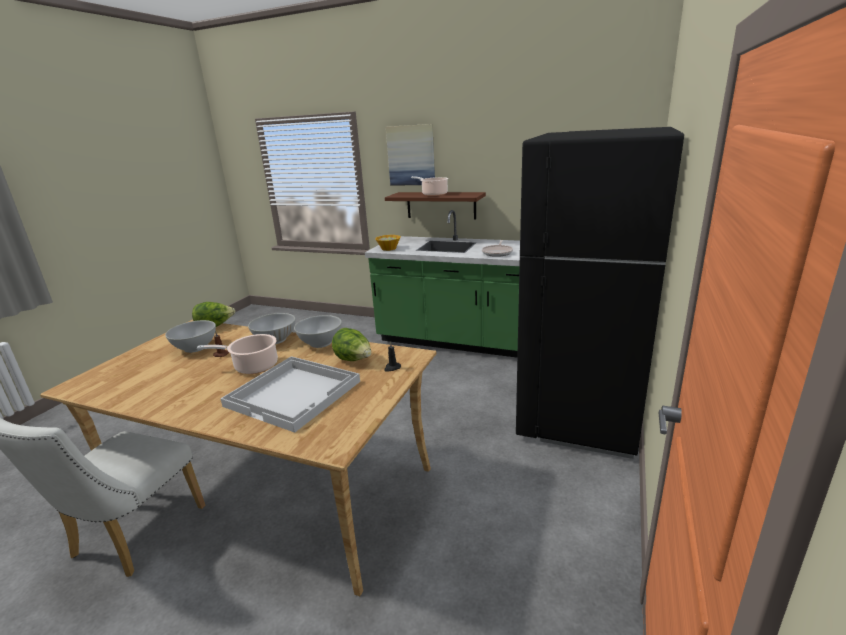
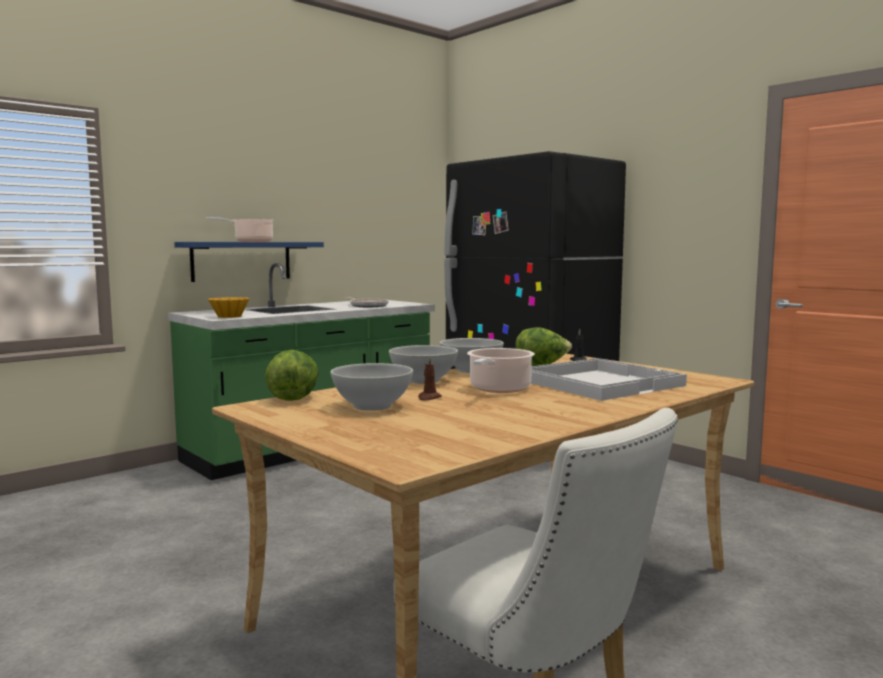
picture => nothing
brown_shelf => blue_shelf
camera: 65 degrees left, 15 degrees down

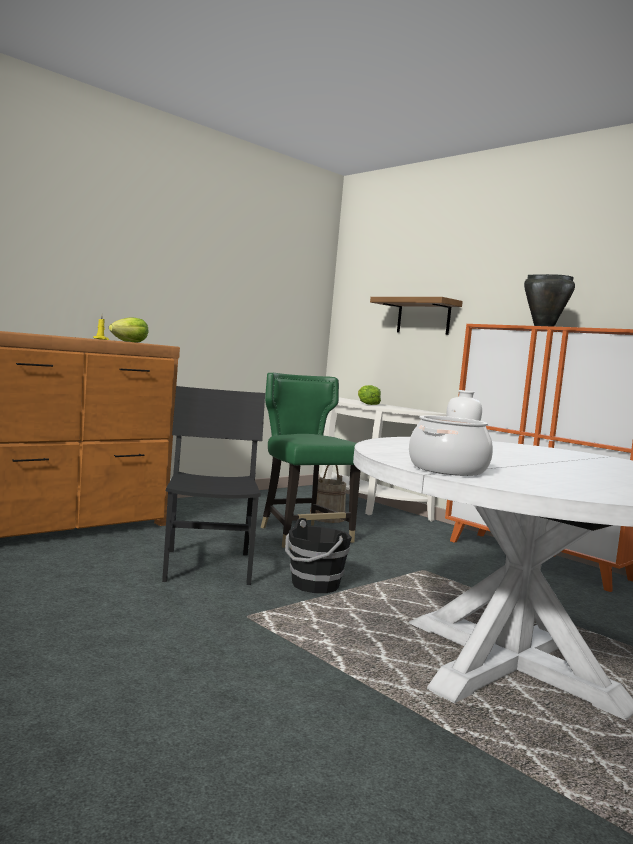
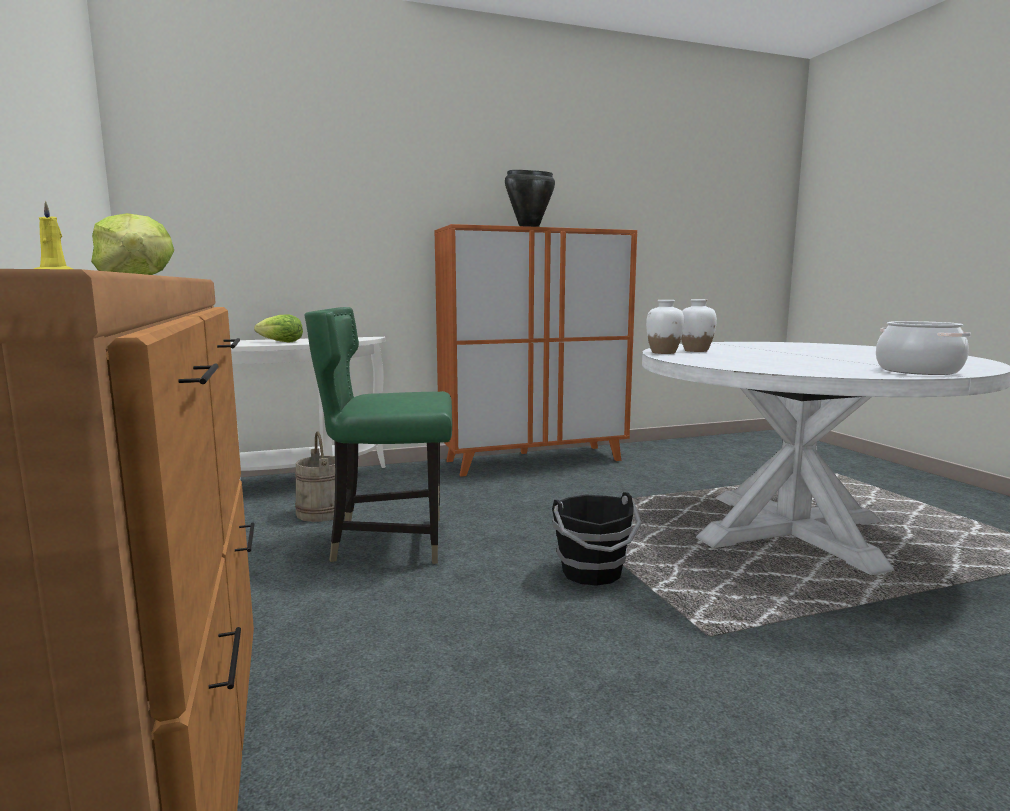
black_chair => nothing
shelf => nothing
nothing => white_vase (no. 2 from left)
camera: 65 degrees left, 5 degrees up

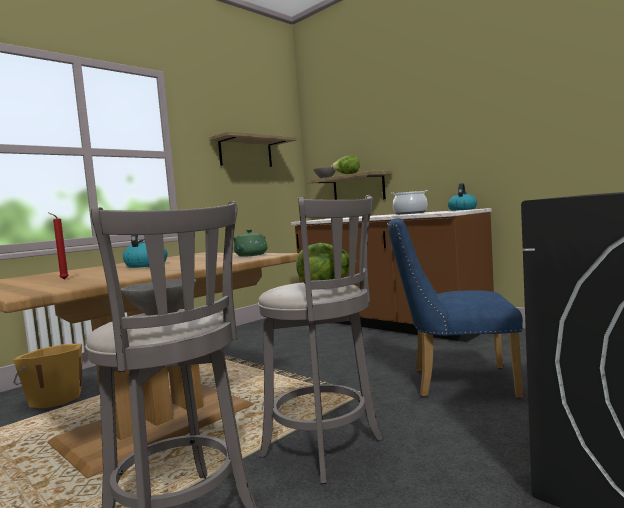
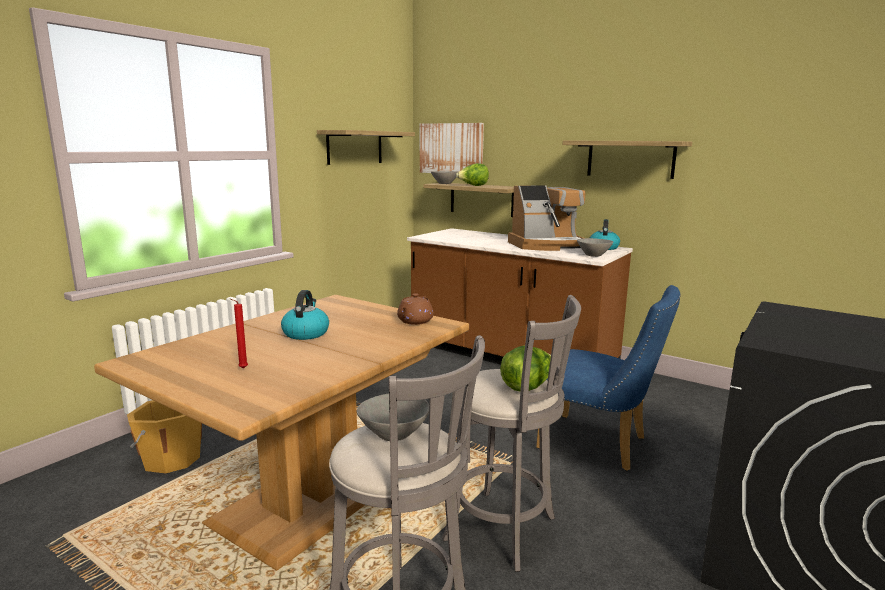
nothing => picture
nothing => shelf (no. 3 from left)
nothing => grey_bowl (no. 3 from left)
cooking_pot => coffee_machine
green_teapot => brown_teapot
blue_chair, 150 degrees counterclockwise
camera: 10 degrees left, 10 degrees up

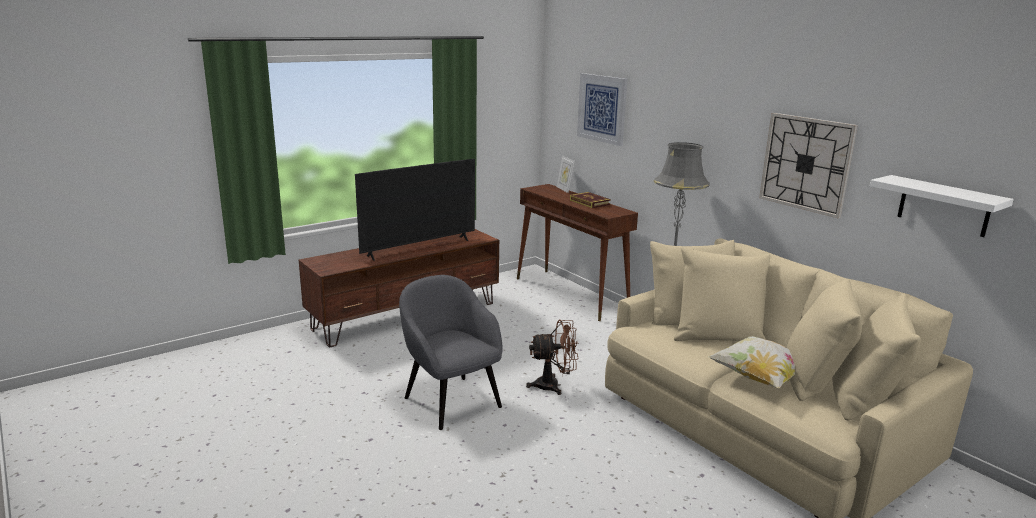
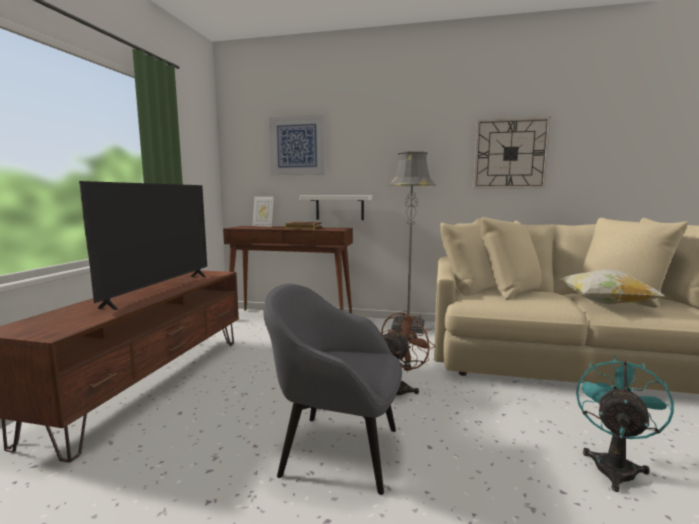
nothing => turquoise_fan
white_shelf, relocated
camera: 40 degrees left, 10 degrees down

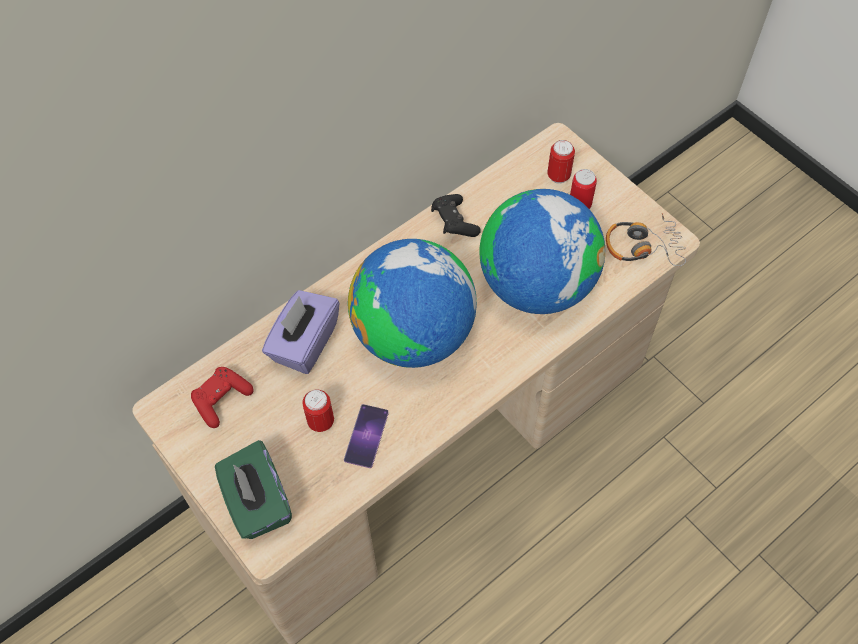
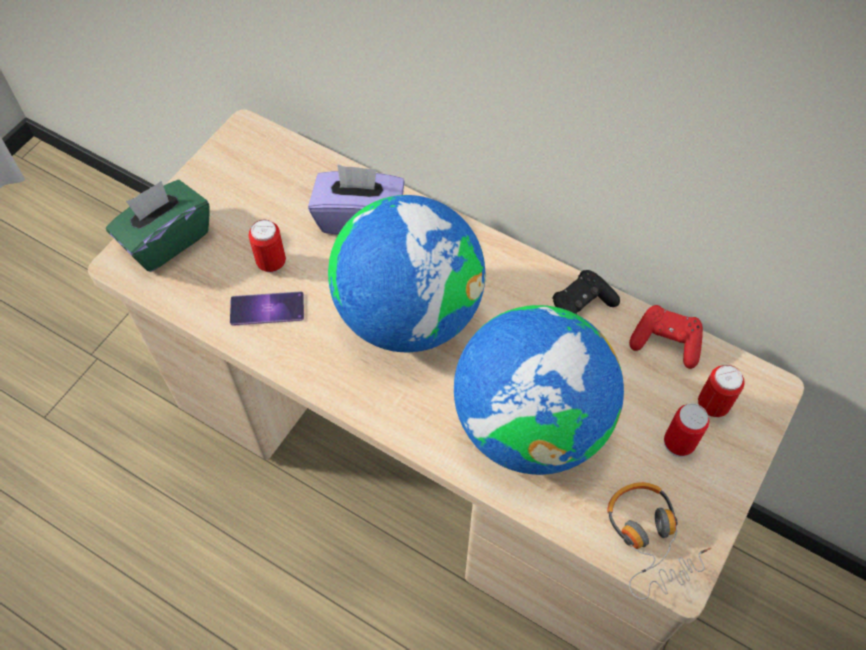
red_game_controller, relocated
camera: 70 degrees right, 0 degrees up

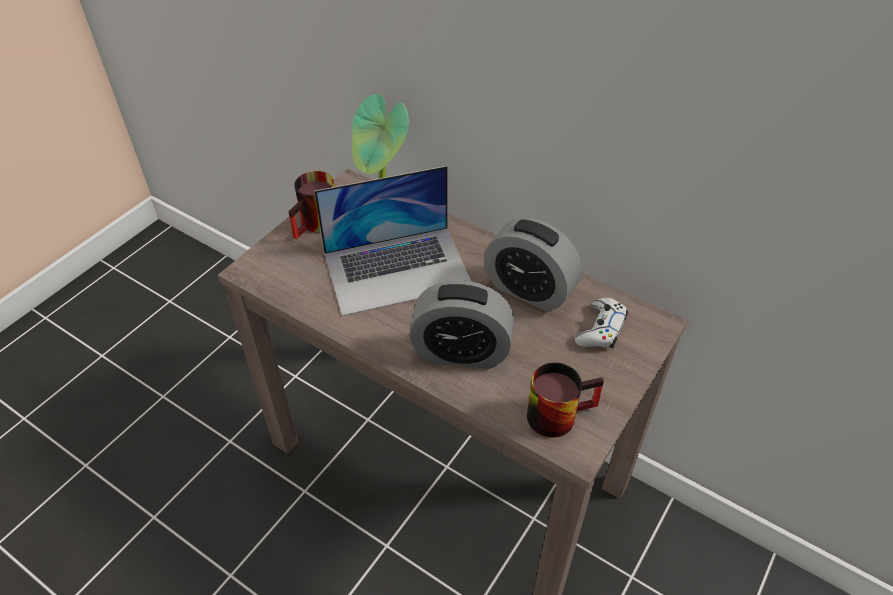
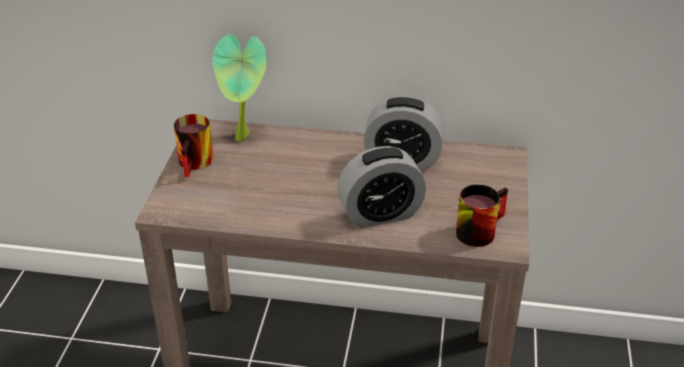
laptop => nothing
white_game_controller => nothing
camera: 25 degrees left, 10 degrees down

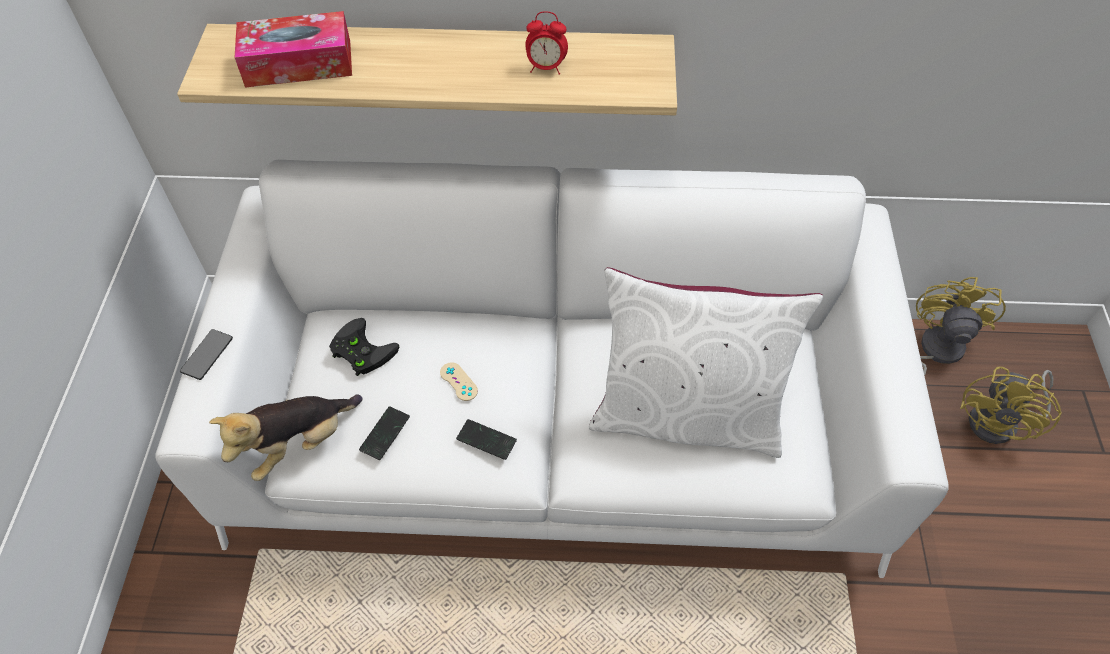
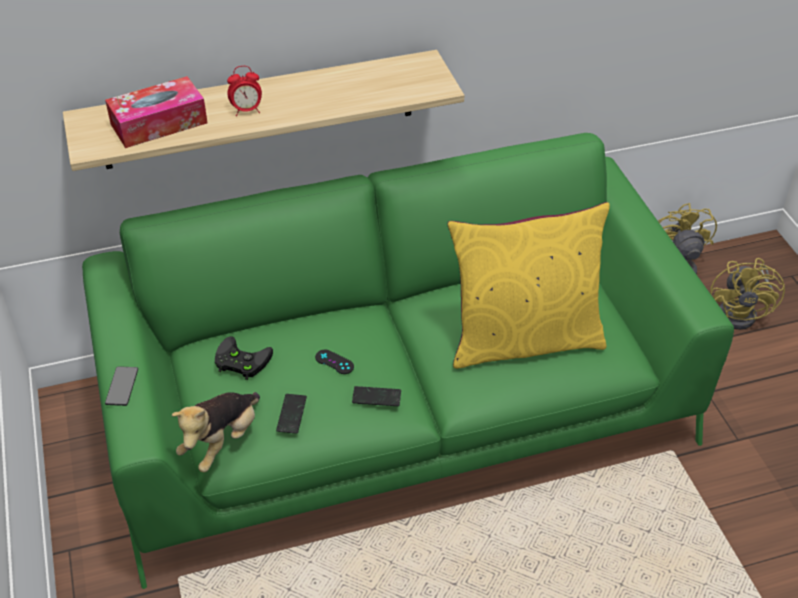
alarm_clock, relocated
white_sofa => green_sofa
beige_game_controller => black_game_controller (no. 2 from left)
white_pillow => yellow_pillow
camera: 20 degrees left, 10 degrees down

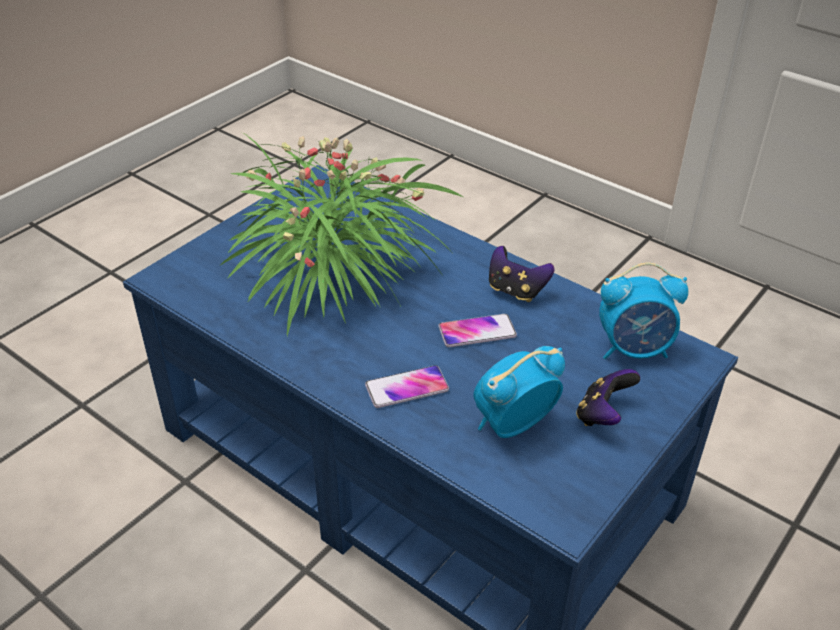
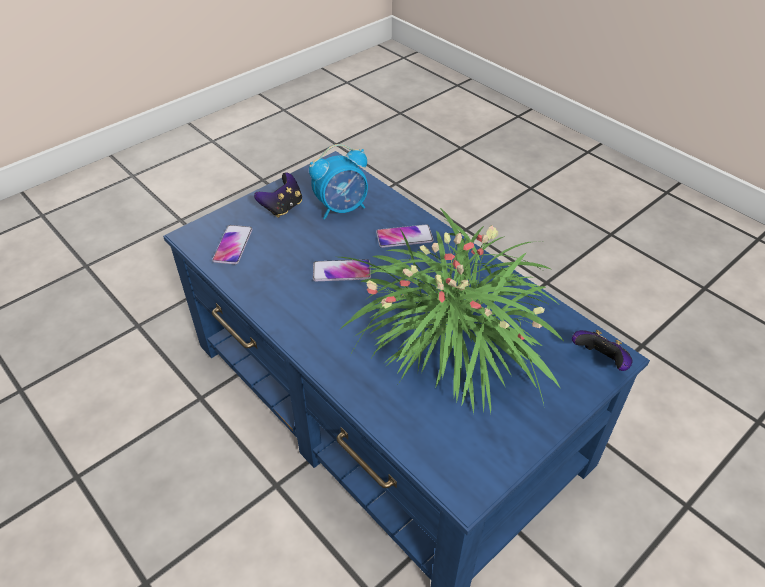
game_controller (no. 1 from left in the first image) => game_controller (no. 2 from left), relocated
alarm_clock (no. 2 from left) => phone (no. 1 from left)
camera: 170 degrees left, 5 degrees up

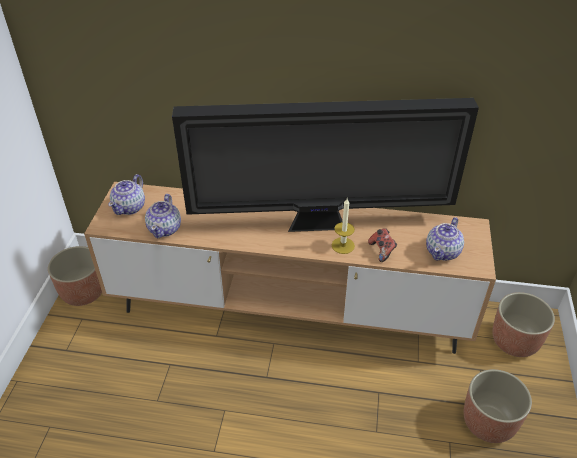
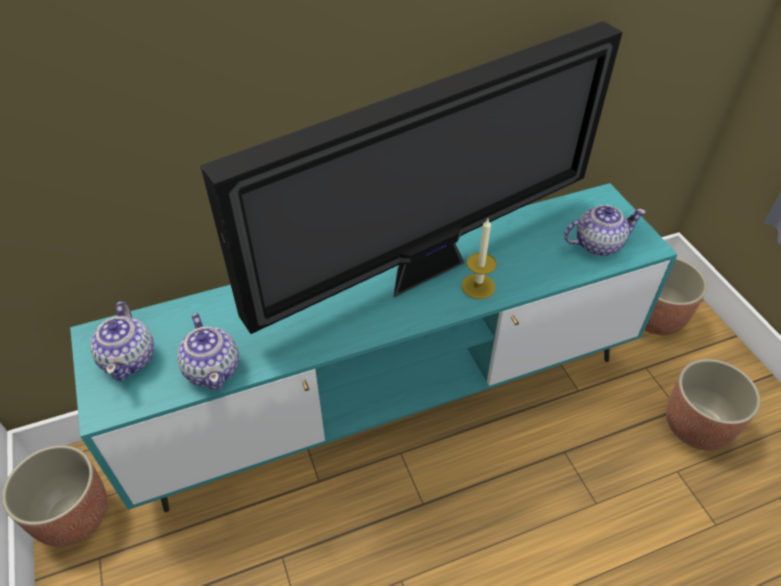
game_controller => nothing
brown_tv_stand => turquoise_tv_stand
teapot (no. 3 from left), 105 degrees counterclockwise
camera: 30 degrees left, 5 degrees up

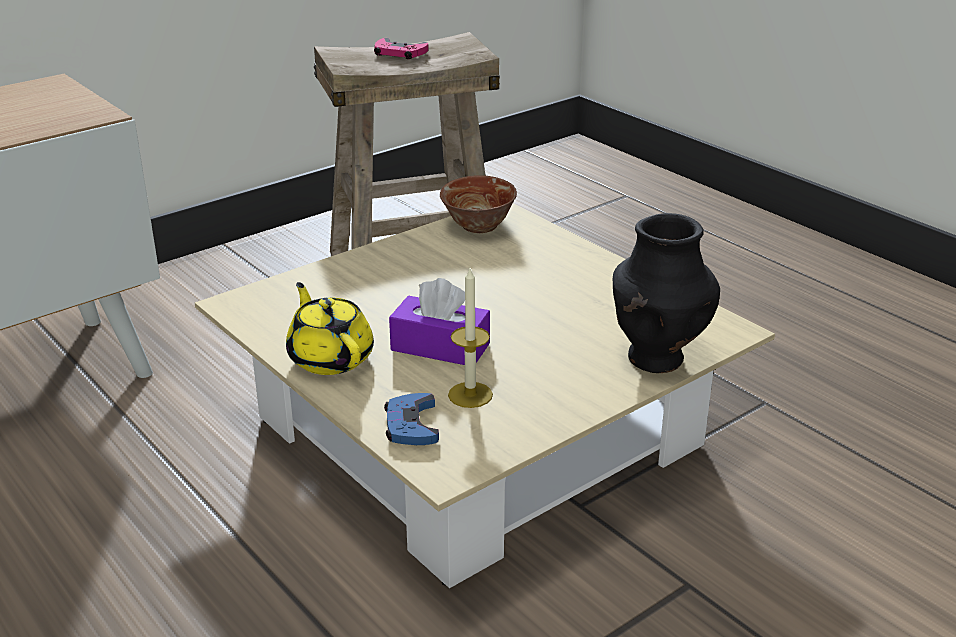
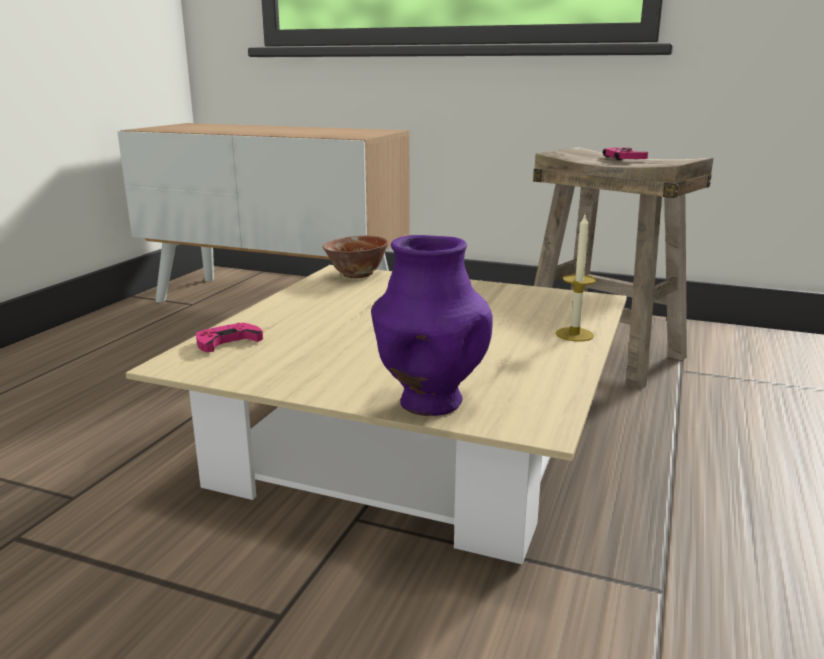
yellow_teapot => nothing
purple_tissue_box => nothing
bowl, relocated
candle, relocated
blue_game_controller => pink_game_controller (no. 1 from left)
black_vase => purple_vase
camera: 60 degrees right, 10 degrees down

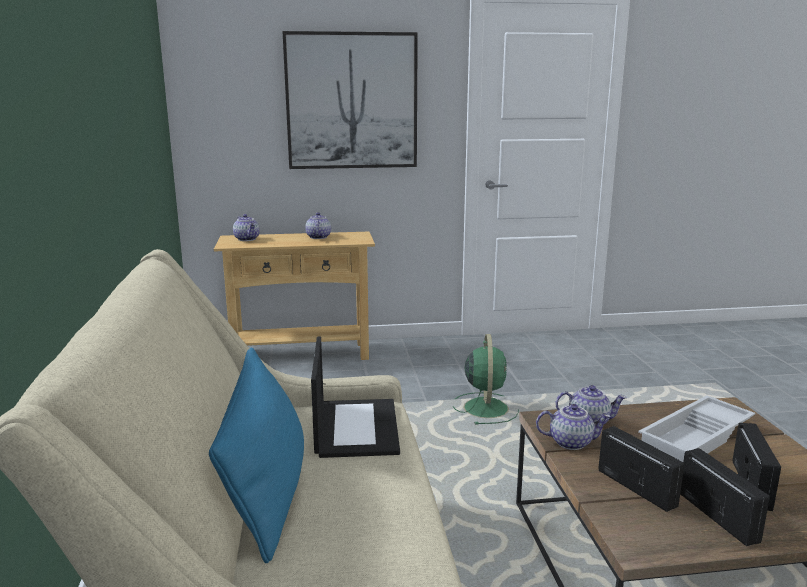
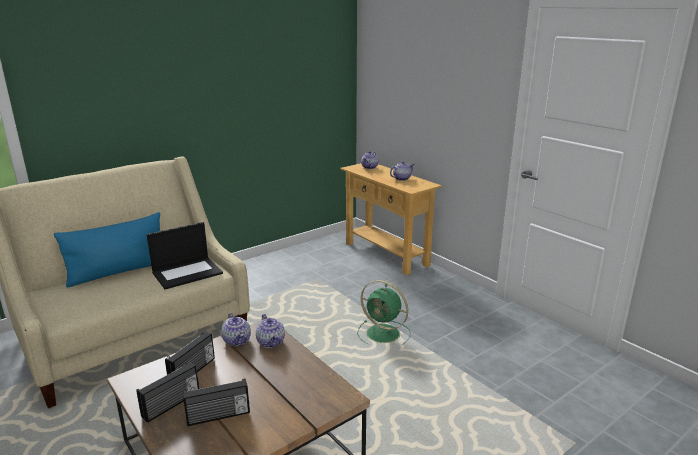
picture => nothing
white_tray => nothing
green_fan, 60 degrees clockwise
camera: 60 degrees right, 5 degrees up

